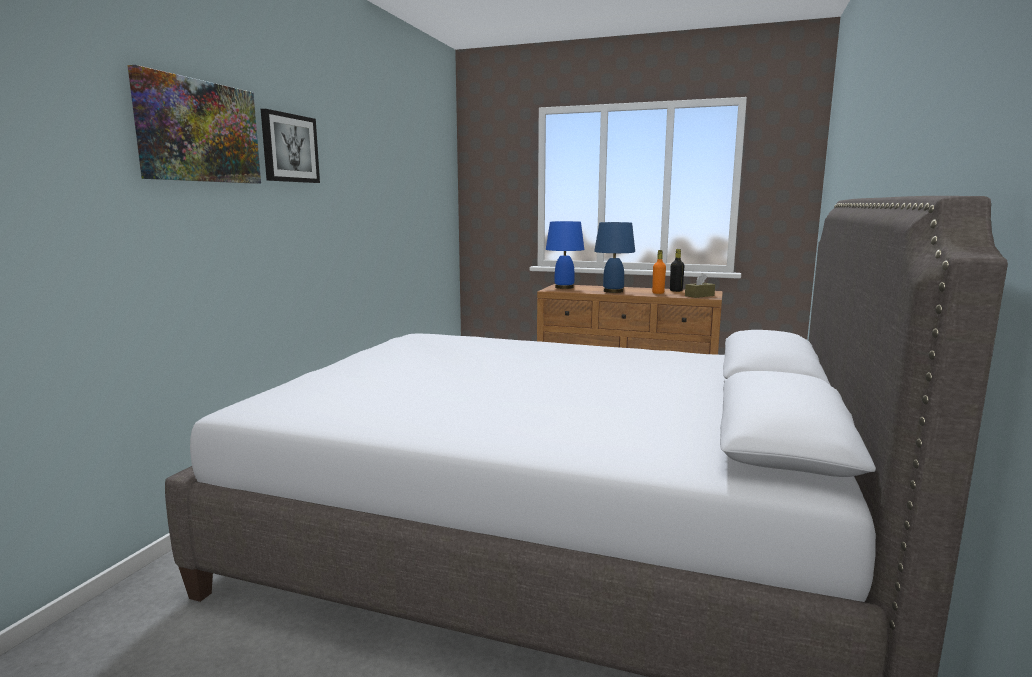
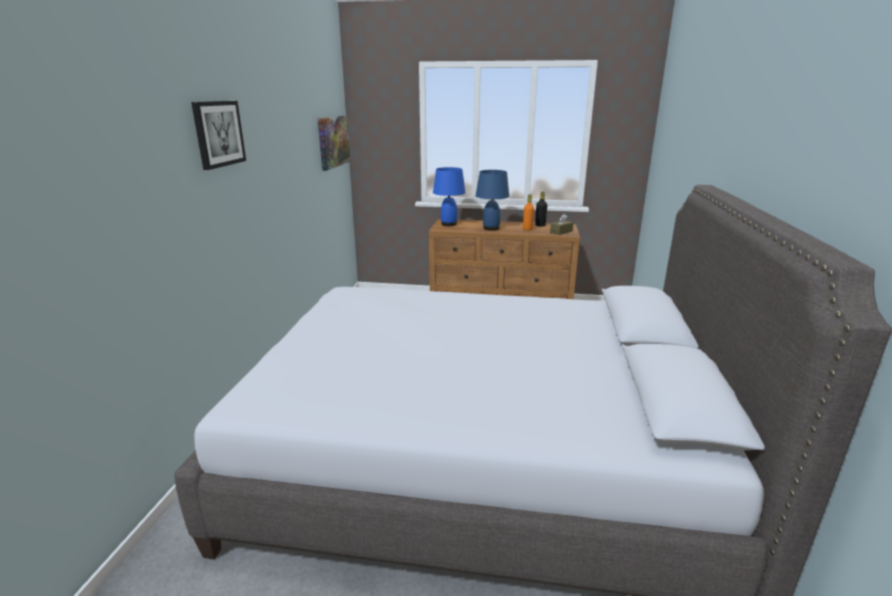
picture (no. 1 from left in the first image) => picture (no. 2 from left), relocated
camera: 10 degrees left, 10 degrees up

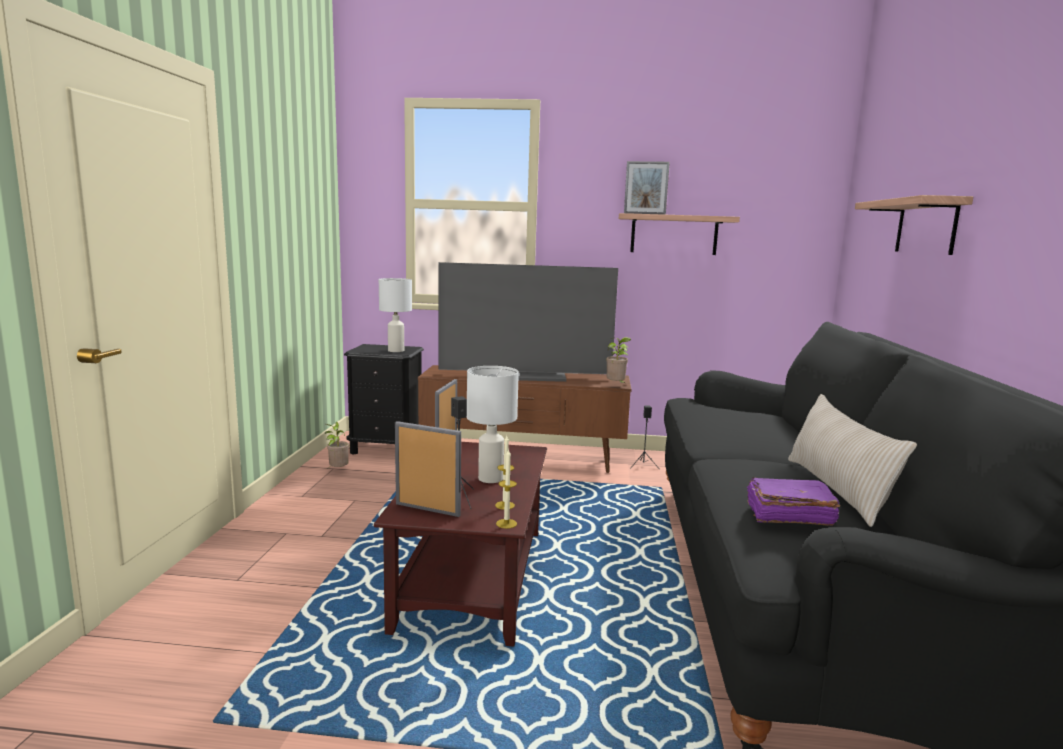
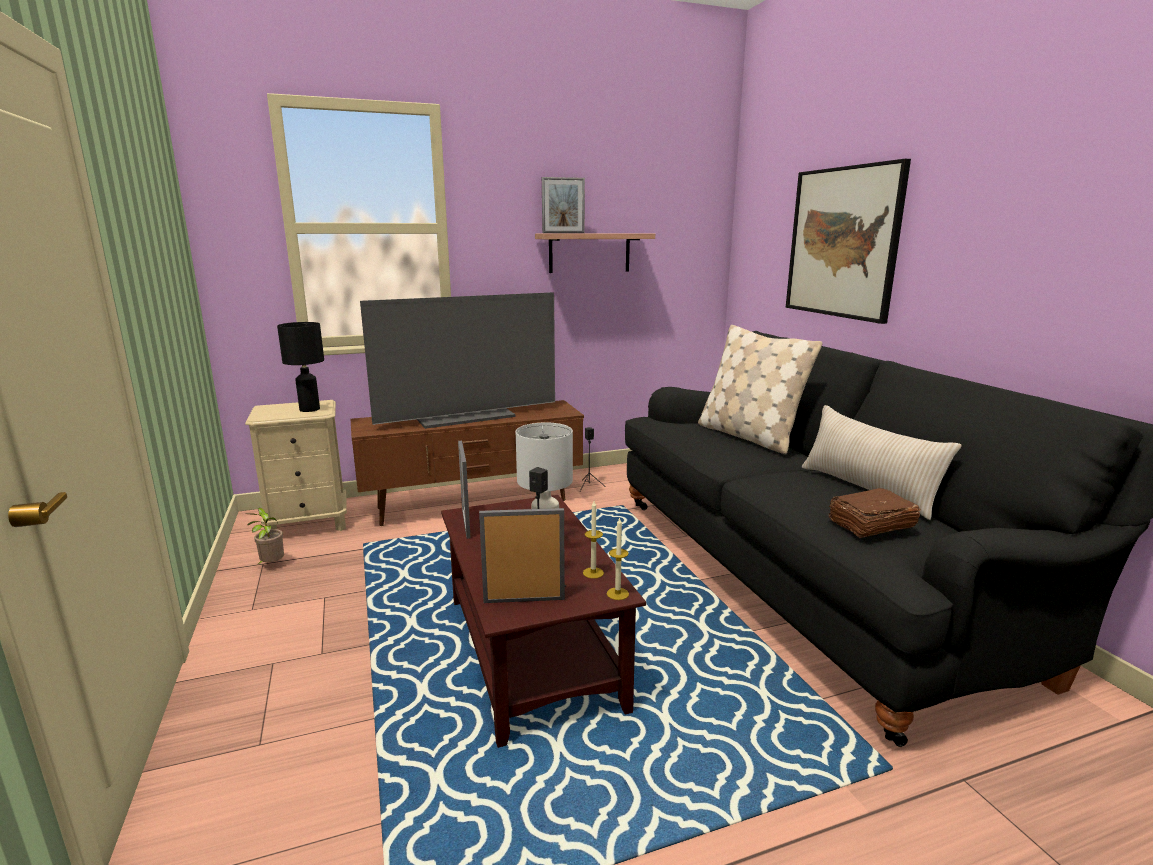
potted_plant (no. 2 from left) => nothing
nothing => beige_pillow (no. 1 from left)
shelf (no. 2 from left) => picture
black_nightstand => beige_nightstand
white_table_lamp (no. 1 from left) => black_table_lamp
purple_book => brown_book
camera: 25 degrees left, 5 degrees up

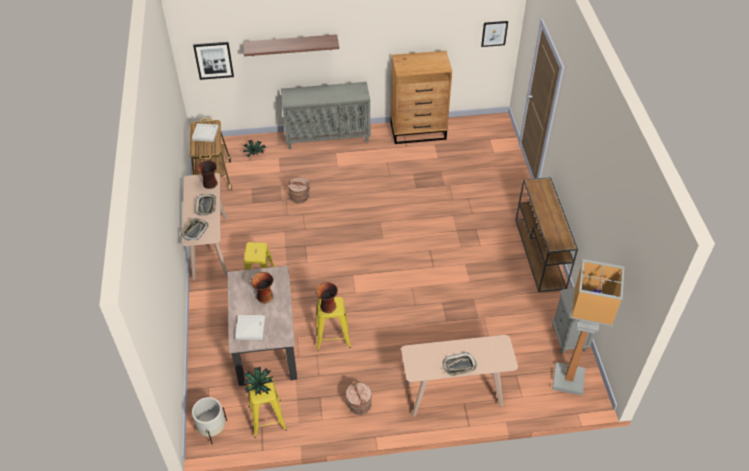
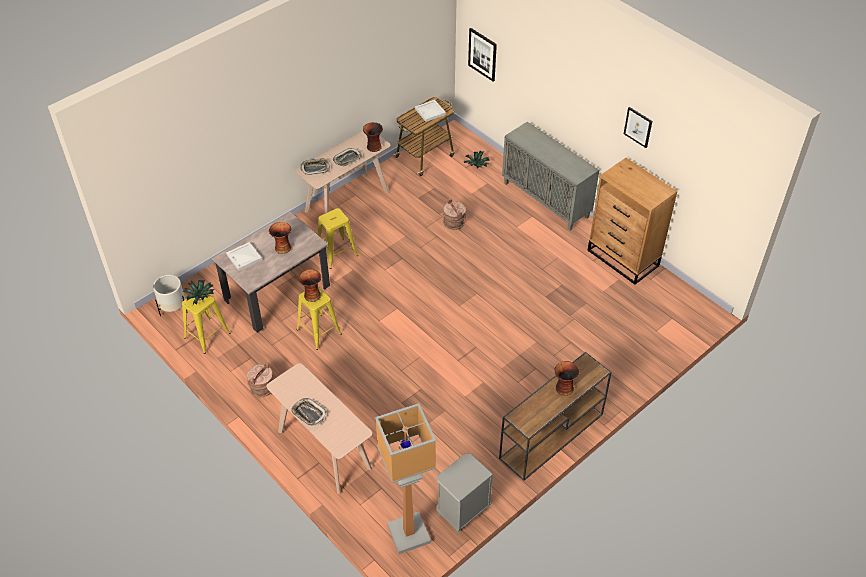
shelf => nothing
nothing => vase (no. 4 from left)
picture (no. 2 from left), relocated
camera: 55 degrees right, 0 degrees up

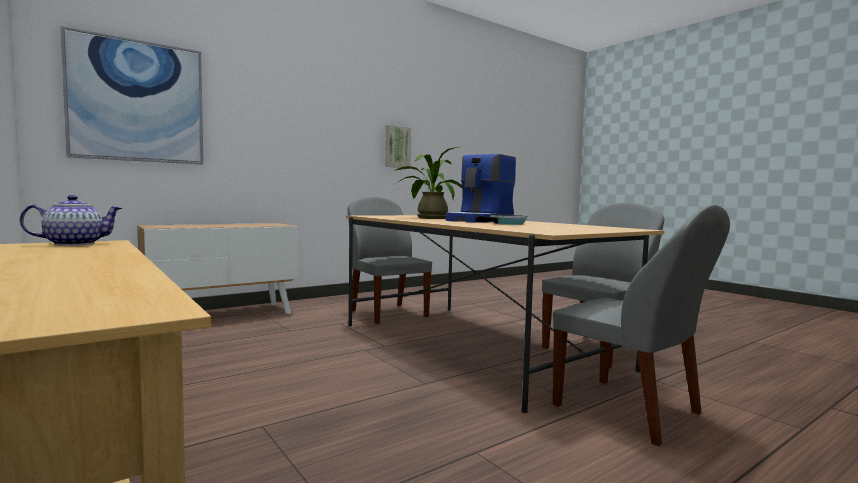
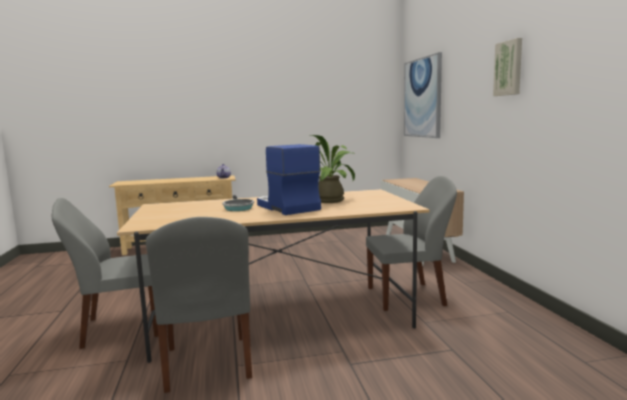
picture (no. 2 from left), relocated
camera: 115 degrees right, 5 degrees up

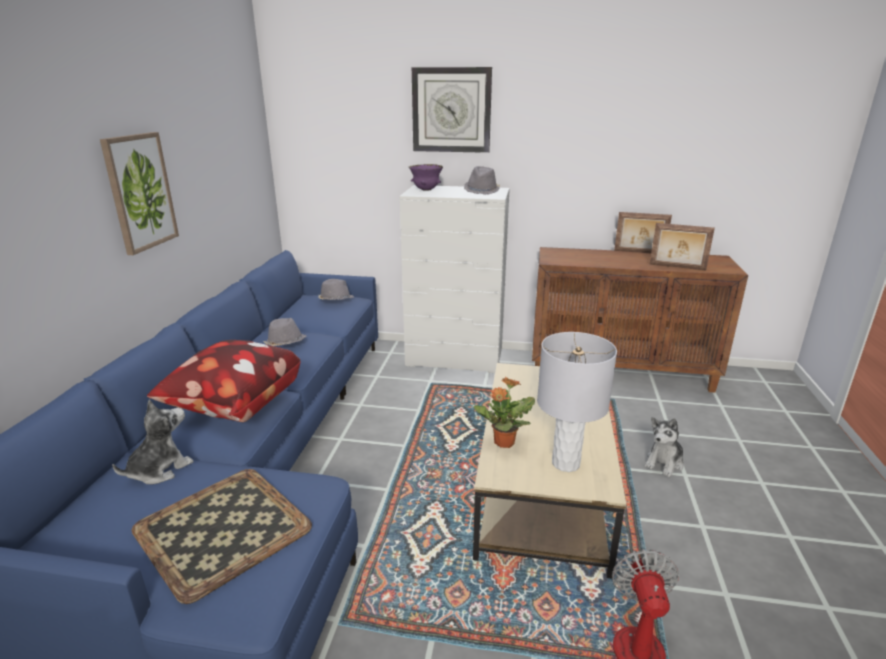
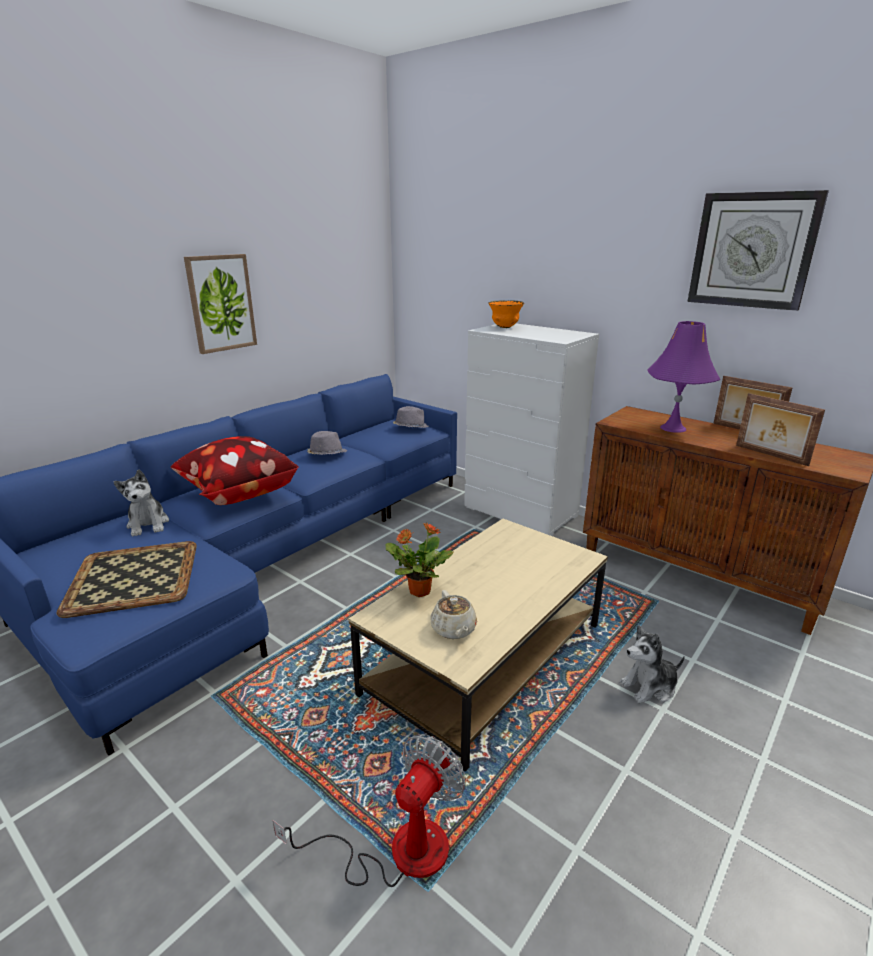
grey_hat (no. 3 from left) => nothing
nothing => purple_table_lamp
wall_clock, relocated
grey_table_lamp => beige_teapot
purple_bowl => orange_bowl
plush_toy (no. 1 from left), 90 degrees clockwise
camera: 30 degrees right, 0 degrees up

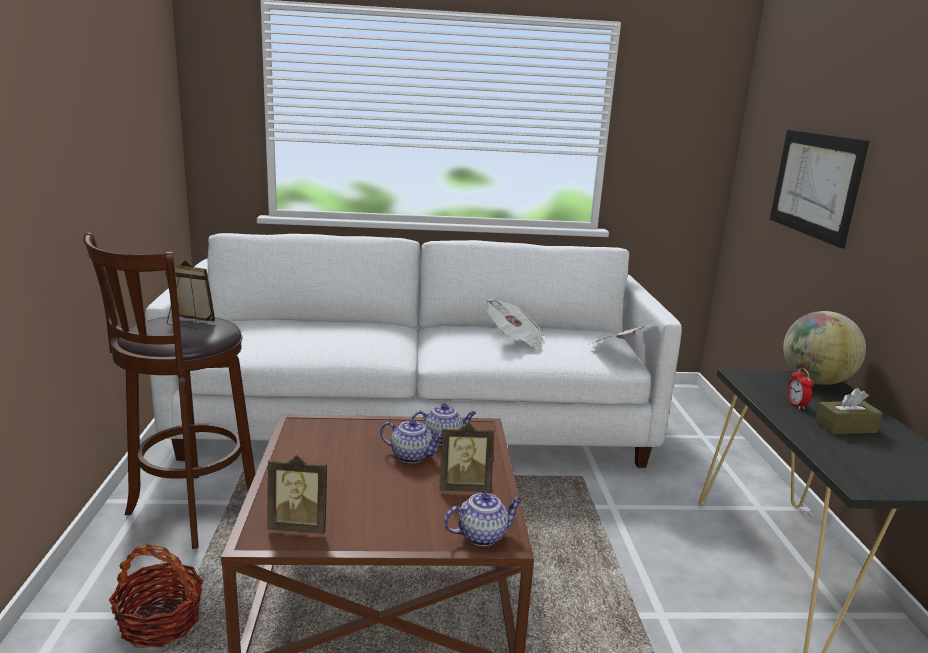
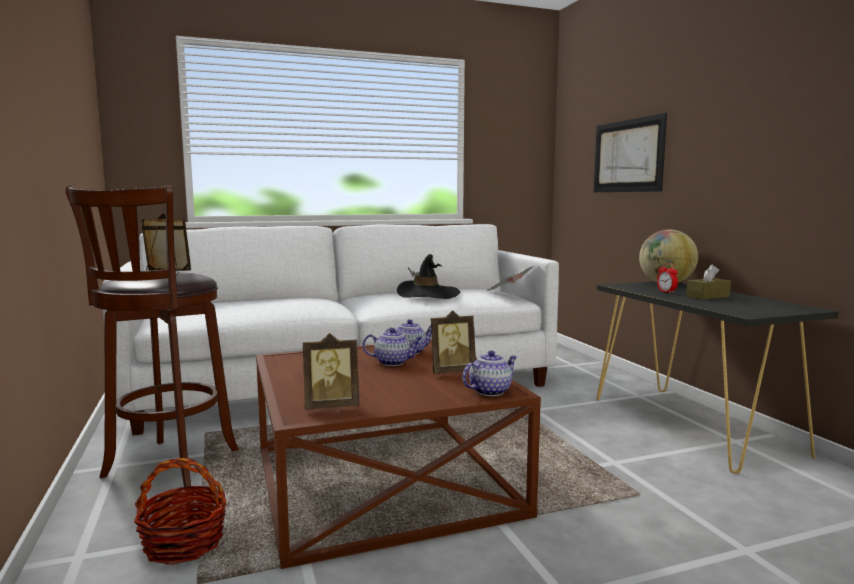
newspaper (no. 1 from left) => black_hat
camera: 15 degrees left, 10 degrees down

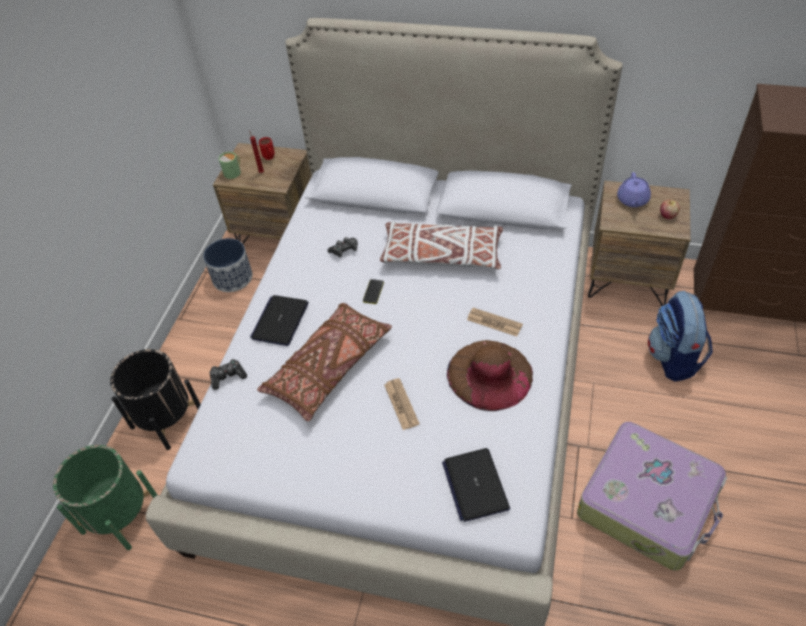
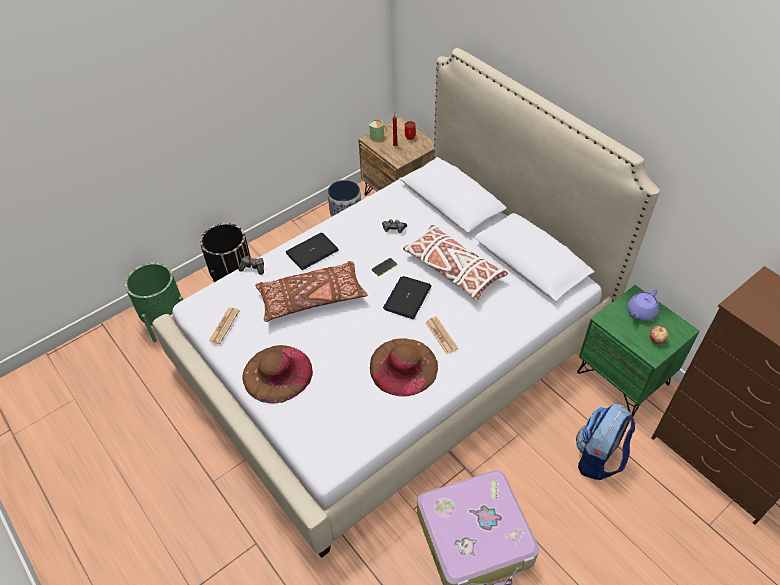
nothing => brown_hat (no. 1 from left)
newspaper (no. 1 from left), relocated
laptop (no. 2 from left), relocated
brown_nightstand (no. 2 from left) => green_nightstand
camera: 35 degrees right, 0 degrees up

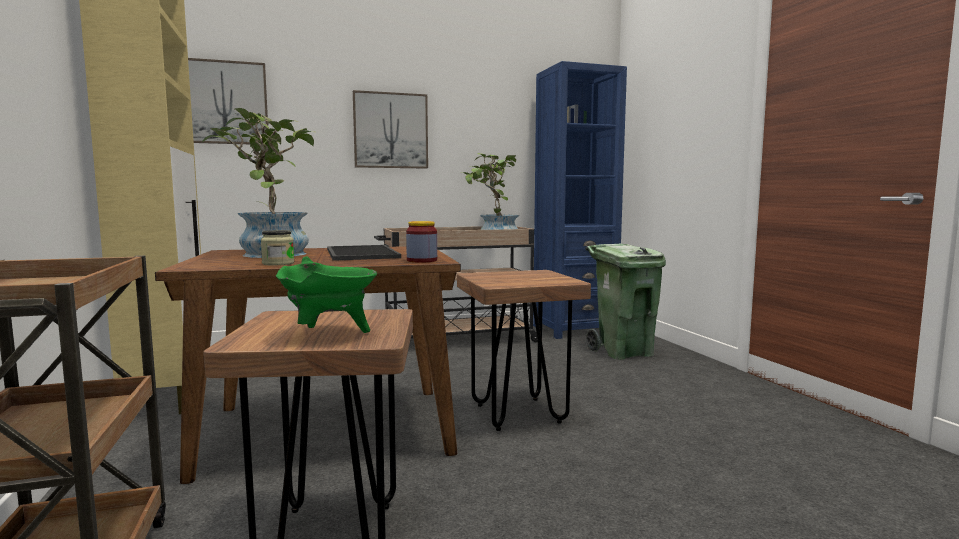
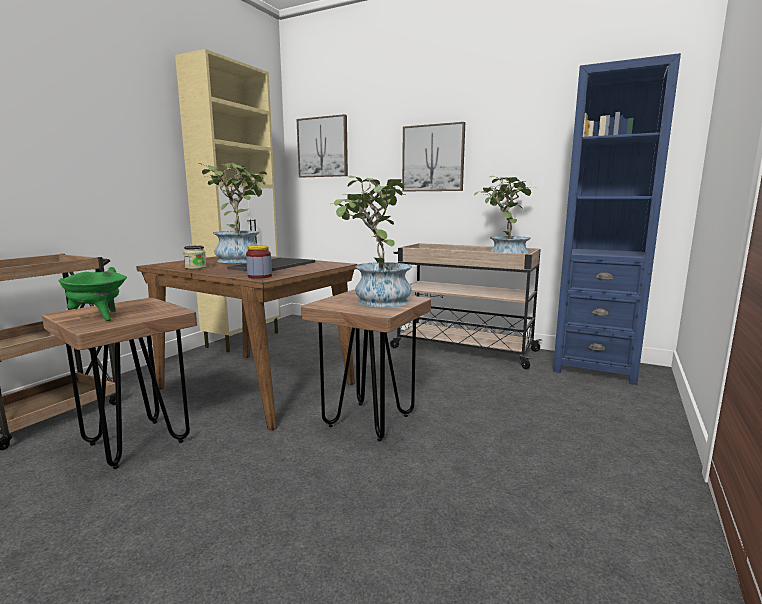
green_trash_can => nothing
nothing => potted_plant (no. 2 from left)
camera: 45 degrees right, 5 degrees up

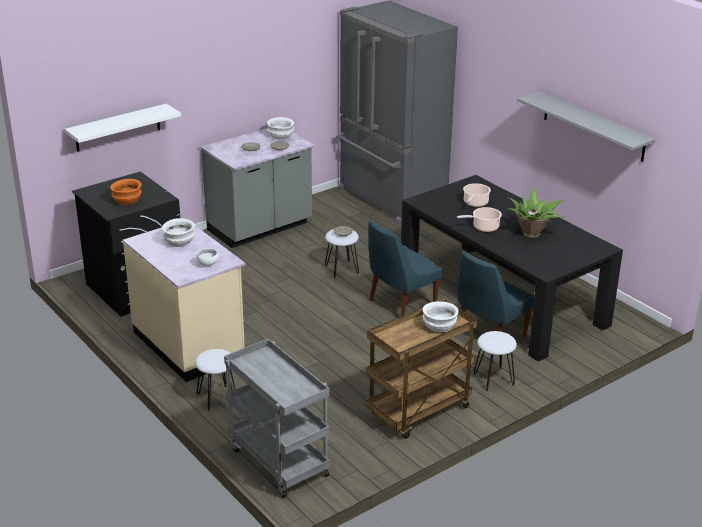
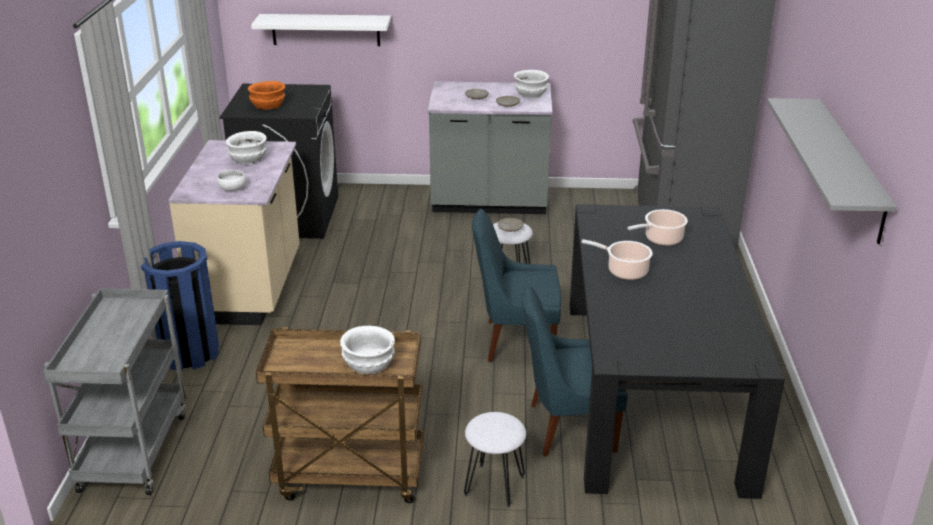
potted_plant => nothing
white_stool (no. 1 from left) => blue_trash_can
camera: 40 degrees right, 0 degrees up

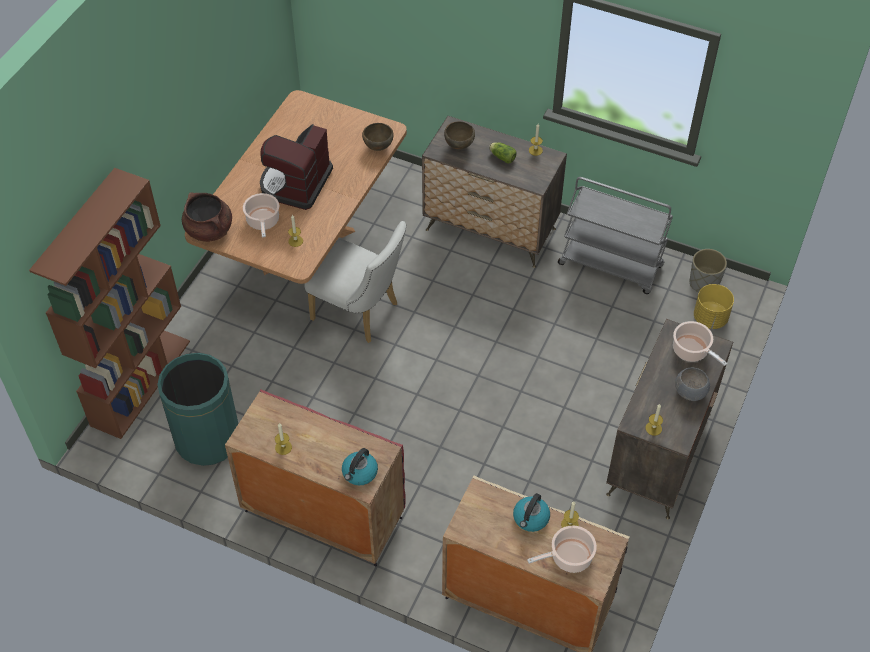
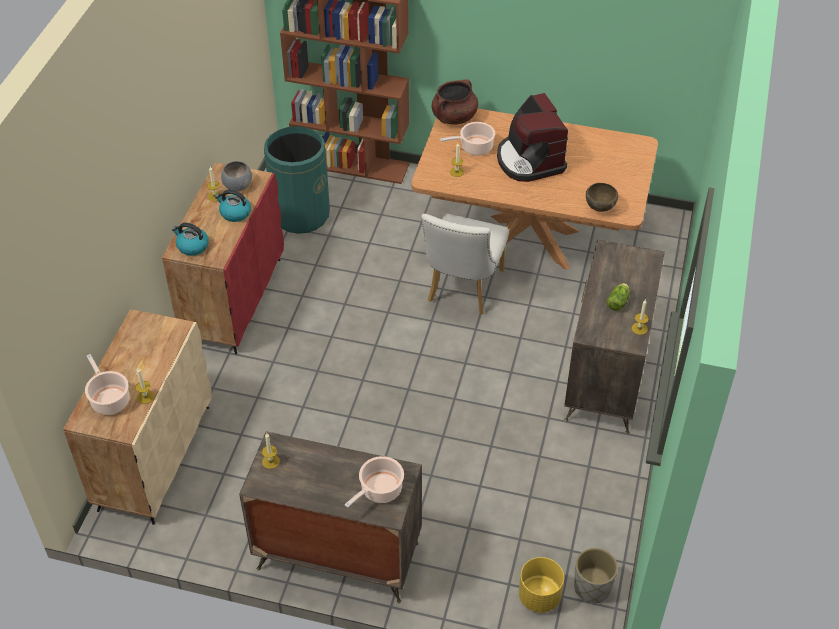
brown_bowl (no. 2 from left) => nothing
grey_cart => nothing
kettle (no. 2 from left), relocated
grey_bowl, relocated
coffee_machine, 120 degrees counterclockwise
camera: 80 degrees right, 5 degrees down

